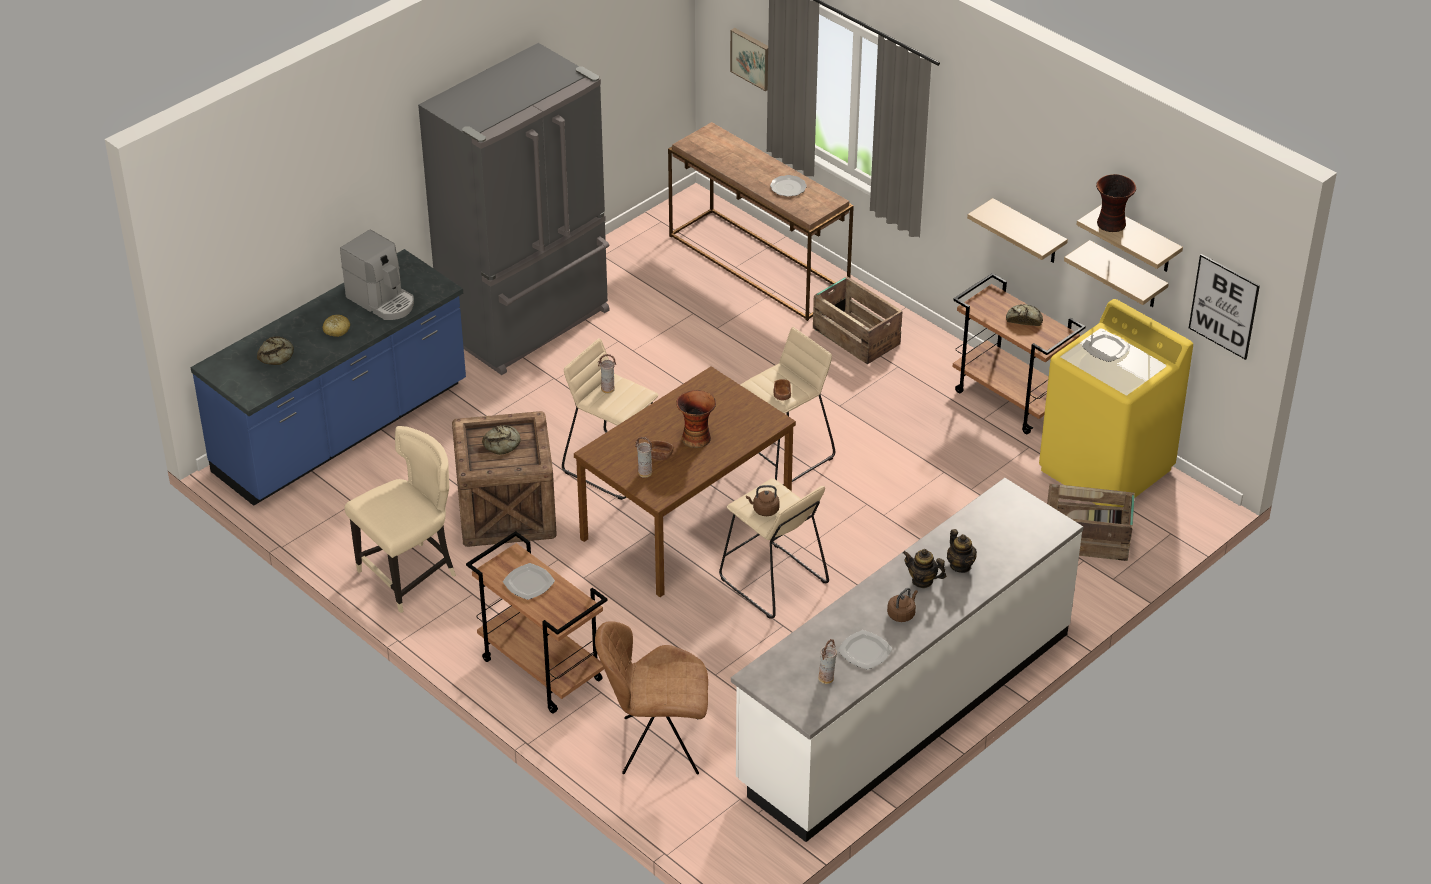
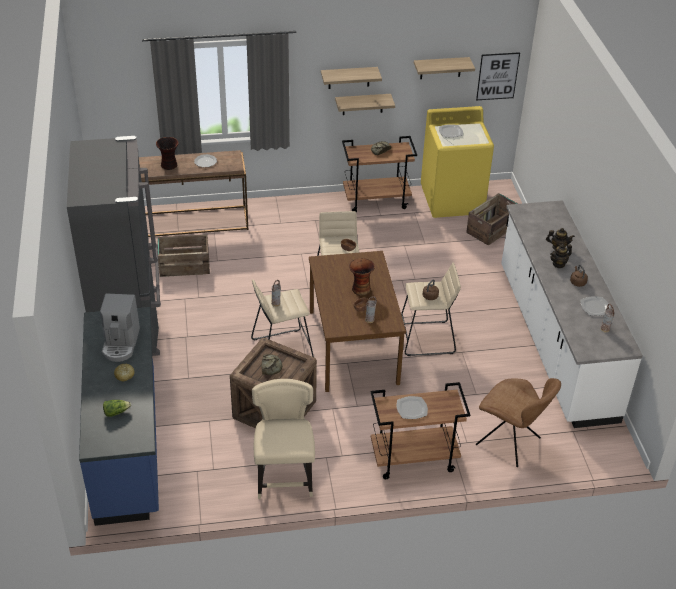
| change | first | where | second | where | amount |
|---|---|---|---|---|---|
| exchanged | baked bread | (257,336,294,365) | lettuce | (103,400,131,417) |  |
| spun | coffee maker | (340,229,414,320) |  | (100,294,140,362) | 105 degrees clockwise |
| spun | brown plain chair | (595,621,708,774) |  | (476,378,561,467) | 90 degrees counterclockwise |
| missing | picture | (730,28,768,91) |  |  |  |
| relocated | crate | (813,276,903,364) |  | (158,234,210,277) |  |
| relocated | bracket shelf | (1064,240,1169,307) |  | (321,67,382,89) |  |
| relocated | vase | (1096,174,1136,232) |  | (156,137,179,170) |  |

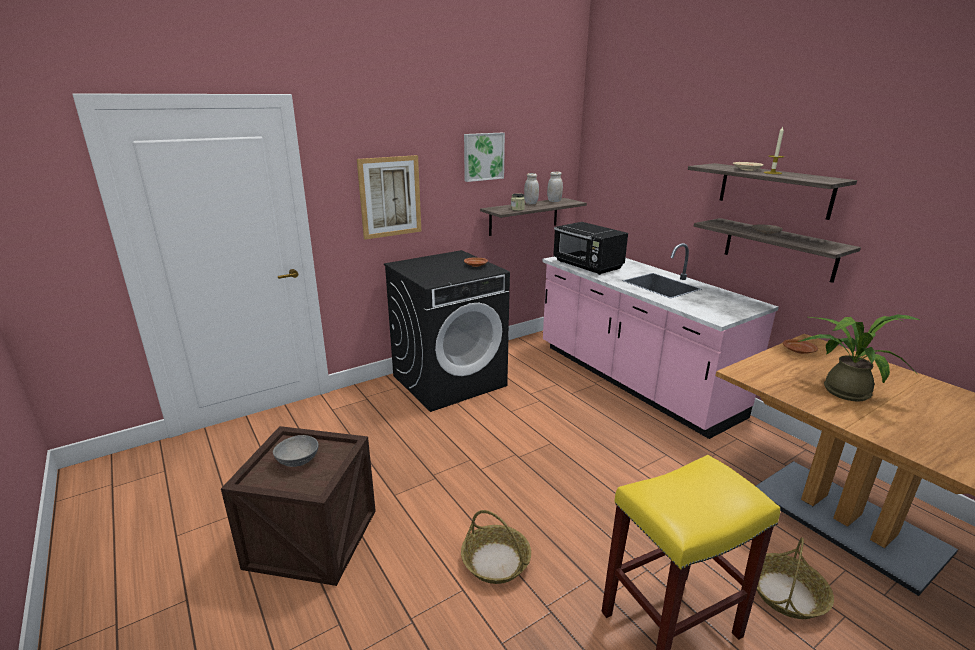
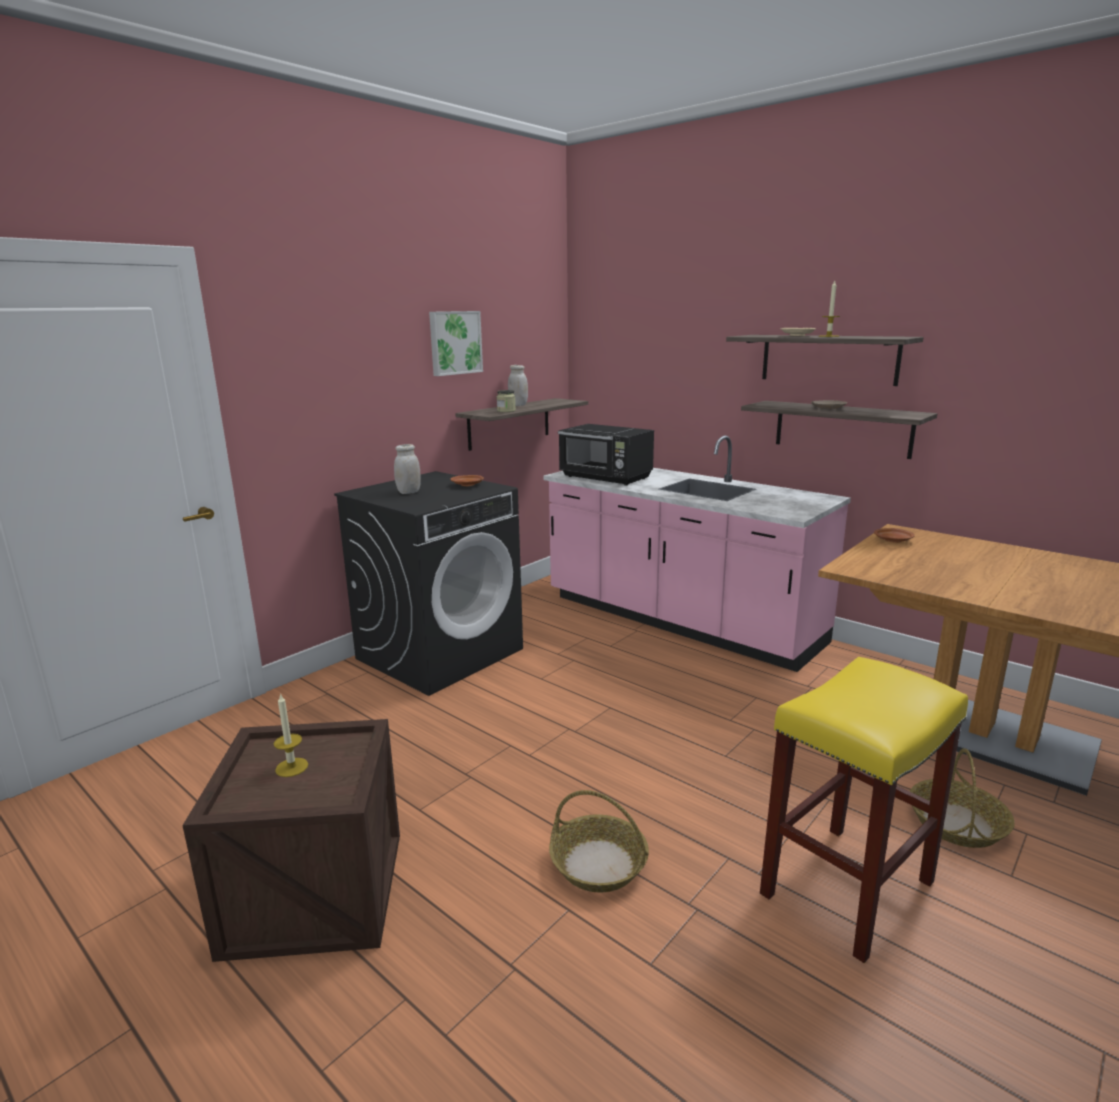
| change | first | where | second | where | amount |
|---|---|---|---|---|---|
| exchanged | gray deep dish | (273,435,318,467) | wax candle | (274,693,308,777) |  |
| missing | picture | (357,155,421,239) |  |  |  |
| relocated | whitish preserve jar | (547,172,563,202) |  | (394,444,421,494) |  |
| missing | houseplant | (799,315,919,401) |  |  |  |

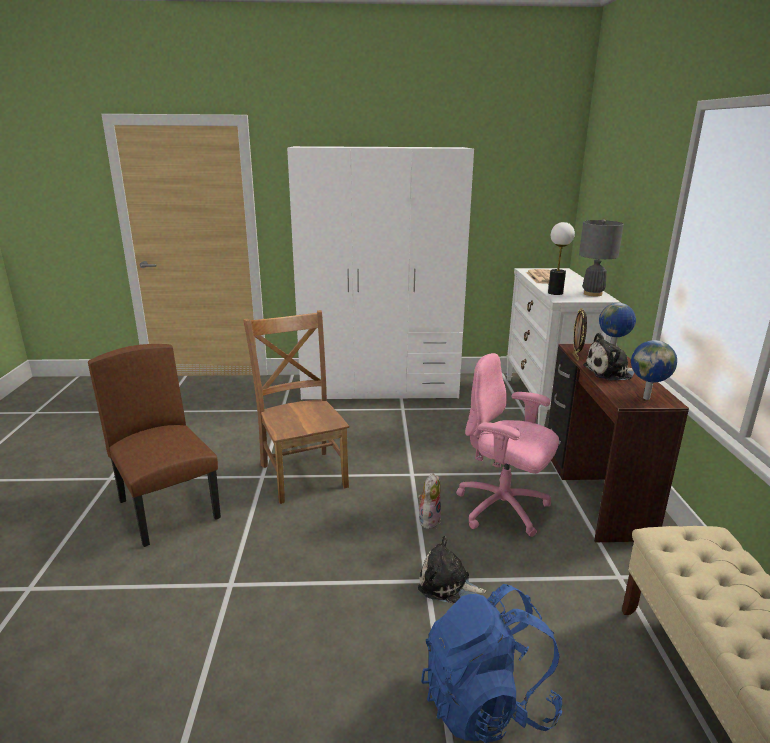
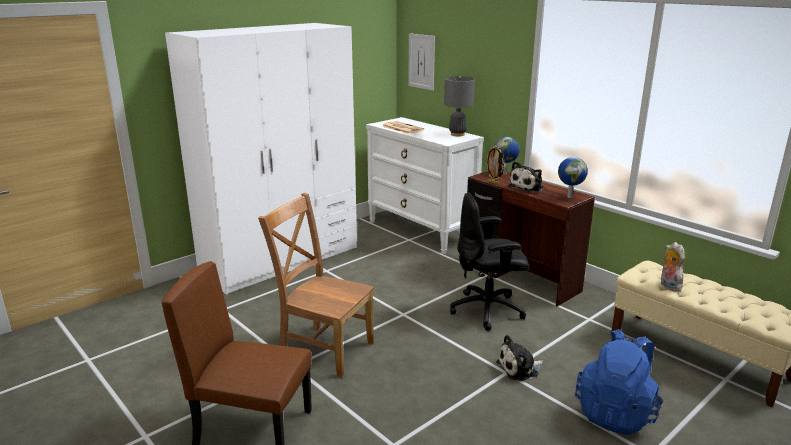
| change | first | where | second | where | amount |
|---|---|---|---|---|---|
| relocated | soft toy | (418,473,441,529) |  | (661,242,685,292) |  |
| colour | pink-coloured computer chair | (456,353,559,537) | blackish computer chair | (450,192,529,331) |  |
| missing | table lamp | (548,222,575,295) |  |  |  |
| appeared |  |  | picture | (408,33,435,90) |  |

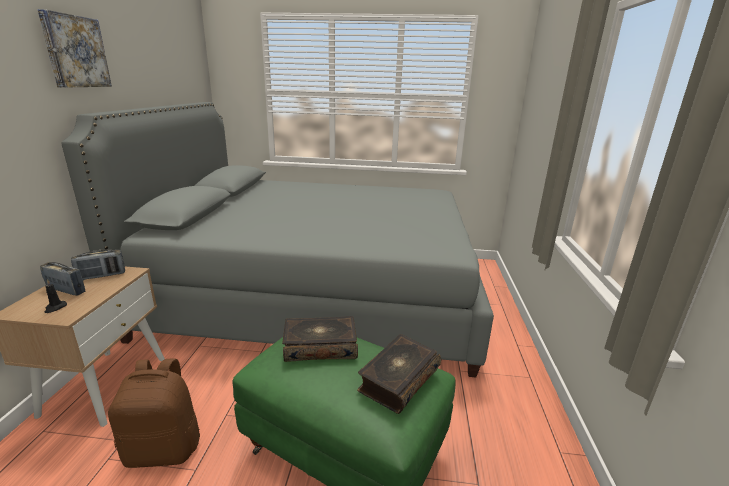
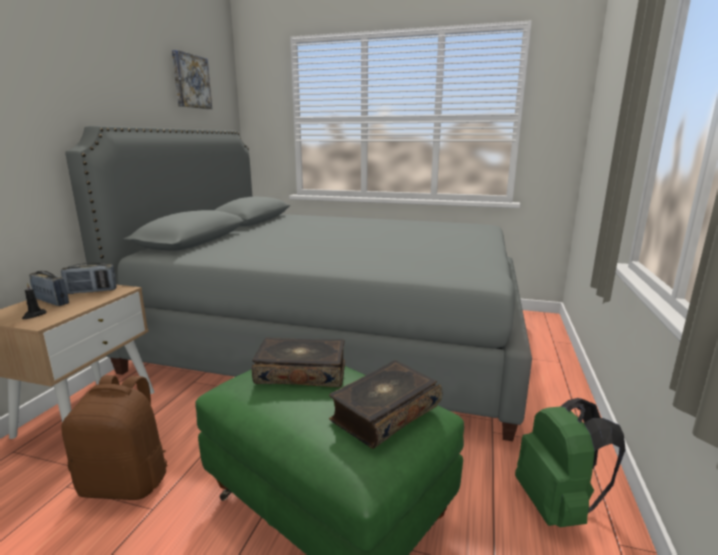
| change | first | where | second | where | amount |
|---|---|---|---|---|---|
| relocated | picture | (37,9,112,88) |  | (172,50,212,109) |  |
| appeared |  |  | green-coloured knapsack | (515,398,626,527) |  |

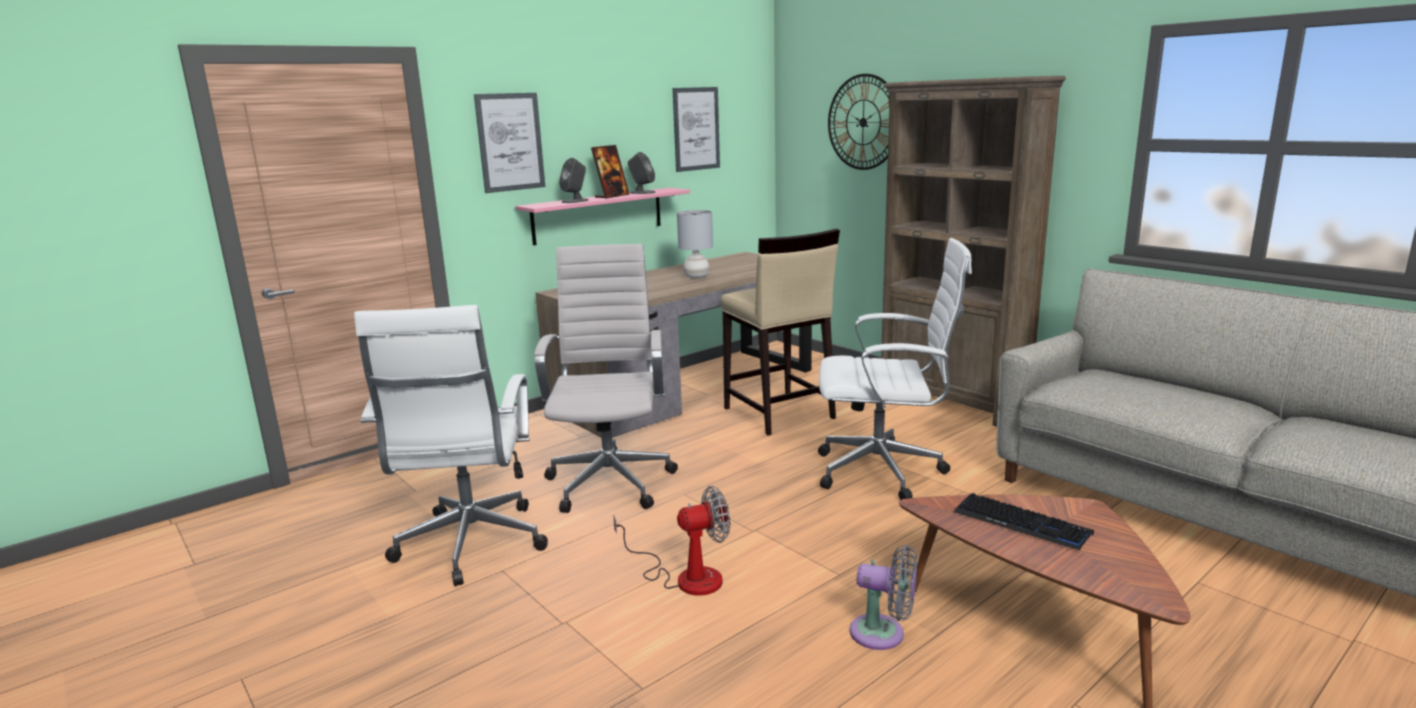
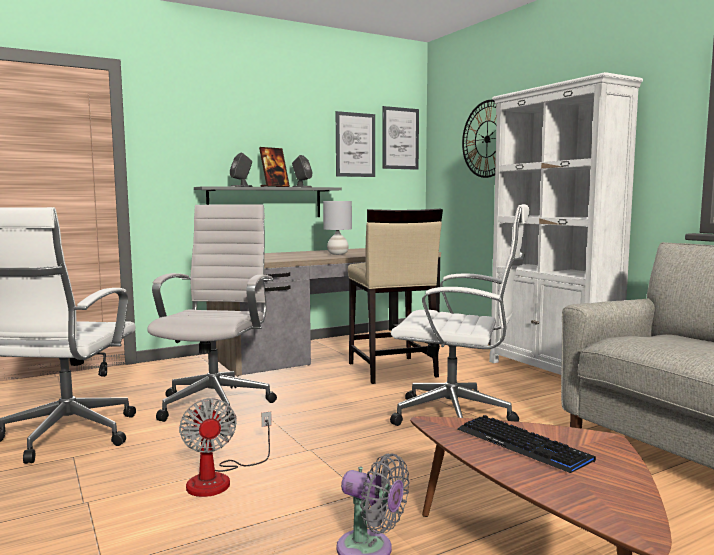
| change | first | where | second | where | amount |
|---|---|---|---|---|---|
| relocated | picture | (474,93,545,193) |  | (382,106,419,170) |  |
| colour | pink-coloured bracket shelf | (515,188,690,245) | gray bracket shelf | (194,186,342,217) |  |
| spun | electric fan | (613,486,730,596) |  | (179,398,272,497) | 75 degrees clockwise |
| colour | brown shelving unit | (881,76,1066,427) | whitish shelving unit | (489,72,643,375) |  |

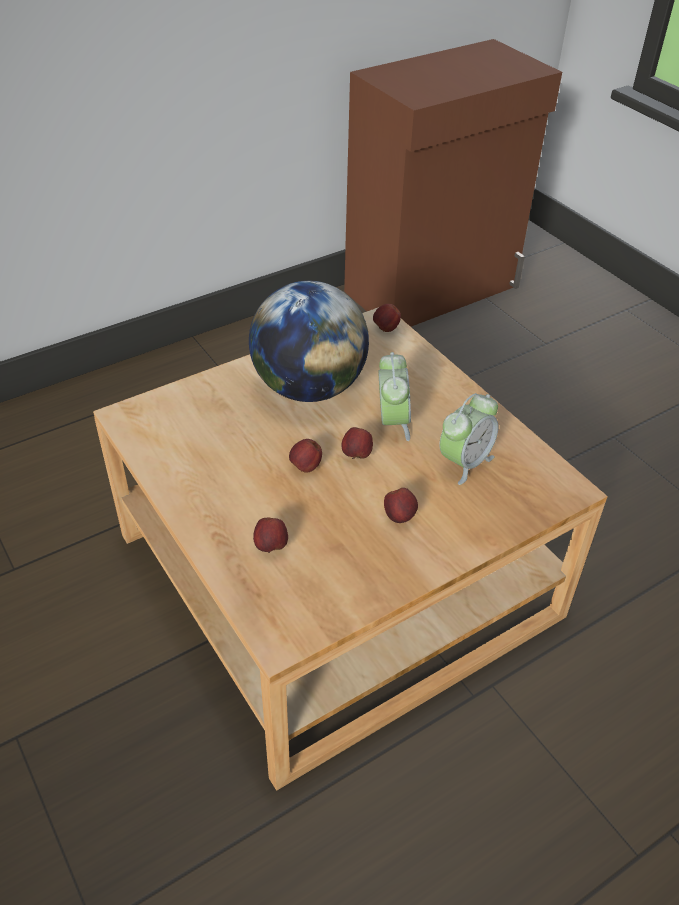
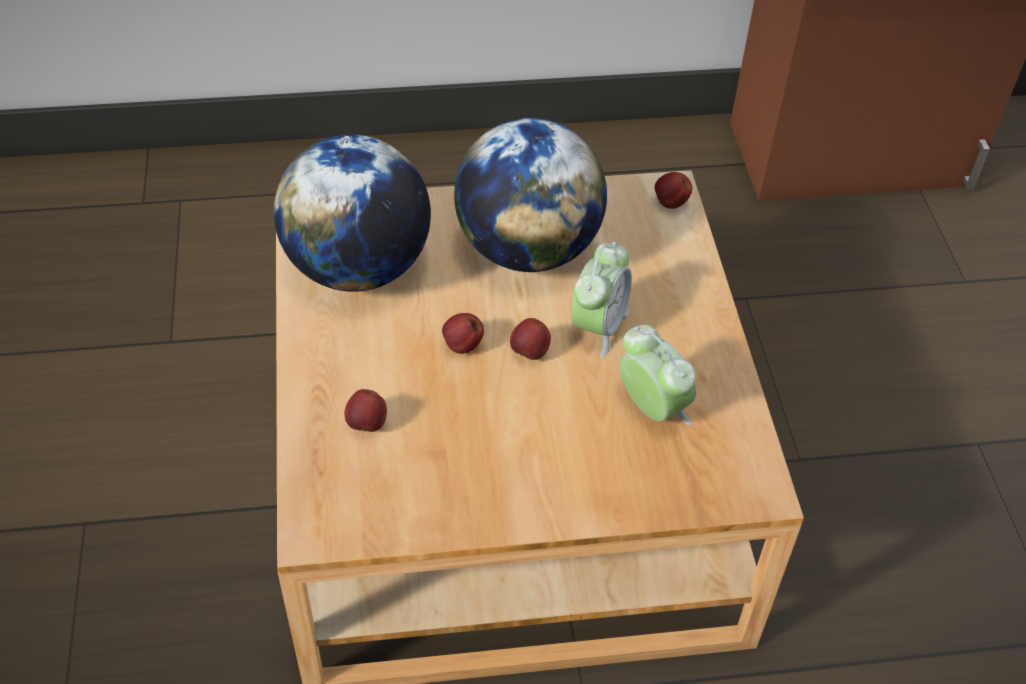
| change | first | where | second | where | amount |
|---|---|---|---|---|---|
| missing | apple fruit | (384,488,418,523) |  |  |  |
| spun | table clock | (439,393,499,485) |  | (619,325,696,425) | 105 degrees counterclockwise |
| appeared |  |  | world globe | (274,135,431,292) |  |

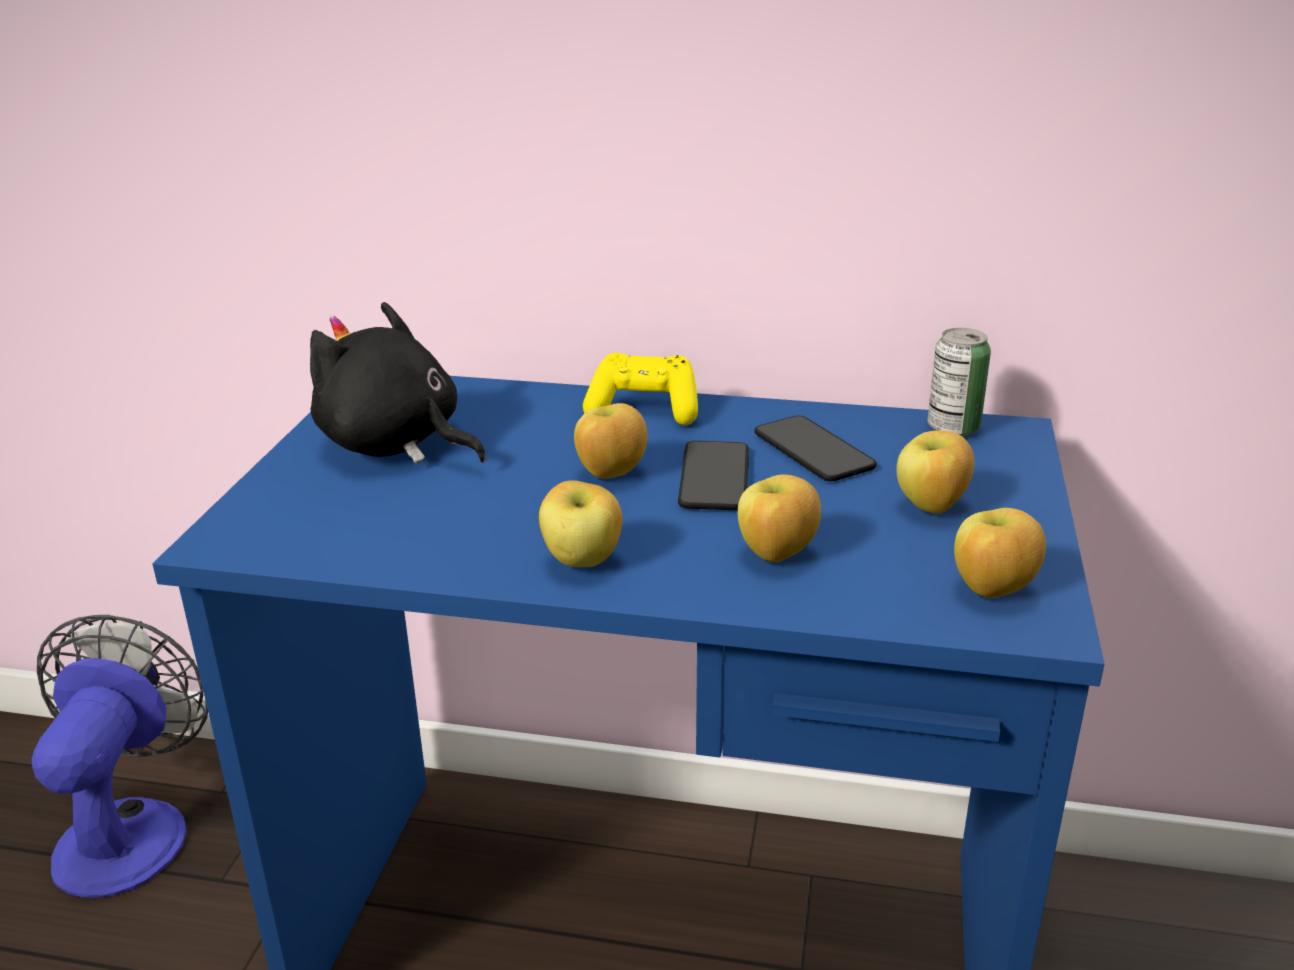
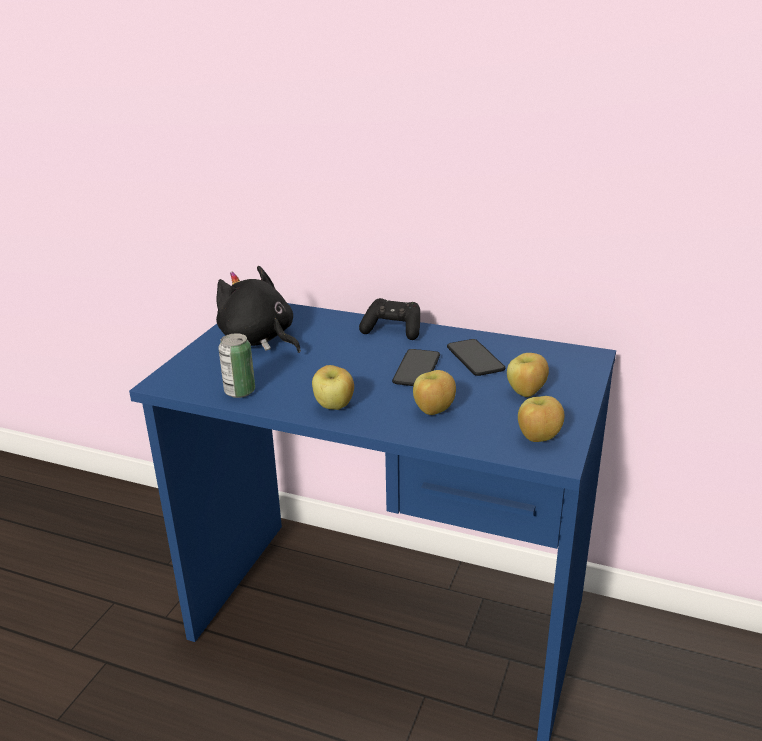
| change | first | where | second | where | amount |
|---|---|---|---|---|---|
| missing | electric fan | (32,615,208,898) |  |  |  |
| missing | apple fruit | (574,403,647,479) |  |  |  |
| colour | yellowish gamepad | (583,353,698,425) | blackish gamepad | (359,298,420,340) |  |
| relocated | sealed can | (927,328,991,437) |  | (219,333,255,398) |  |

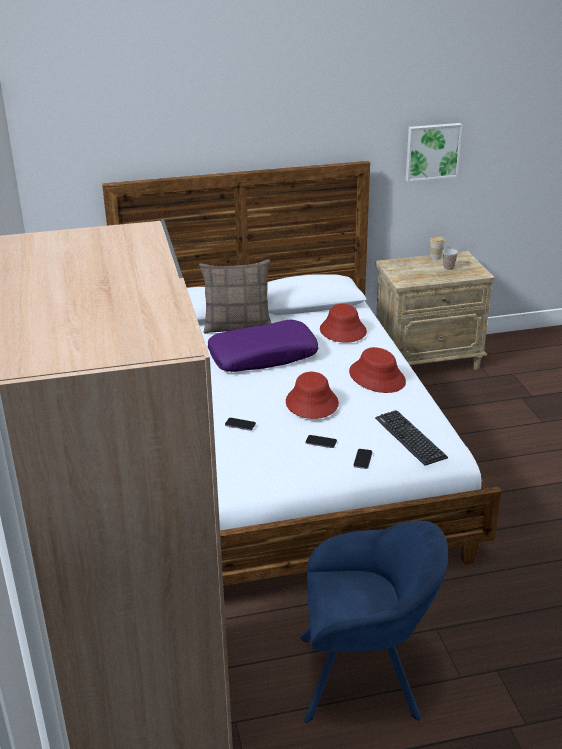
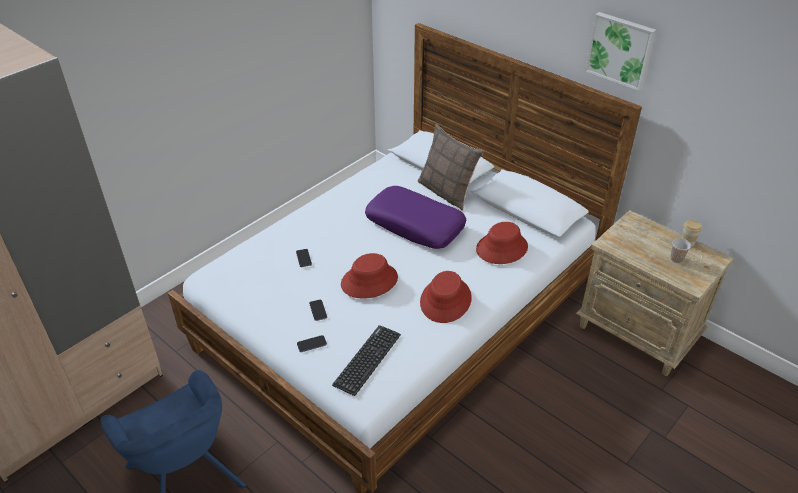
| change | first | where | second | where | amount |
|---|---|---|---|---|---|
| relocated | picture | (406,123,462,182) |  | (585,12,656,91) |  |

